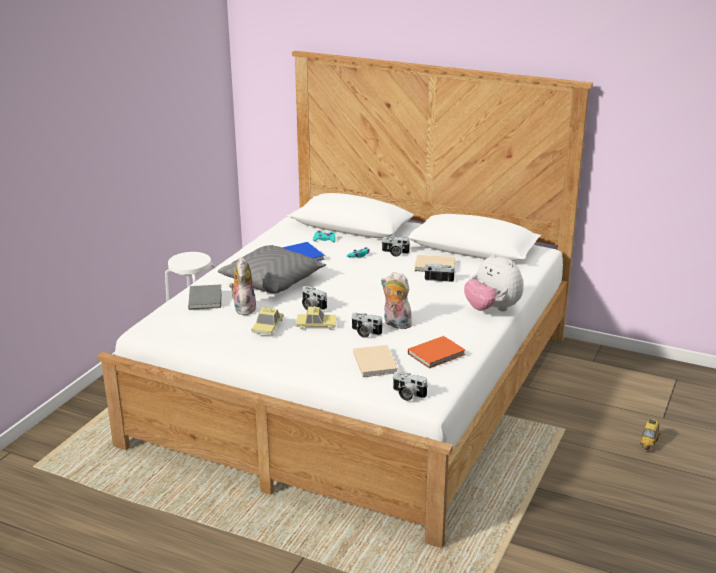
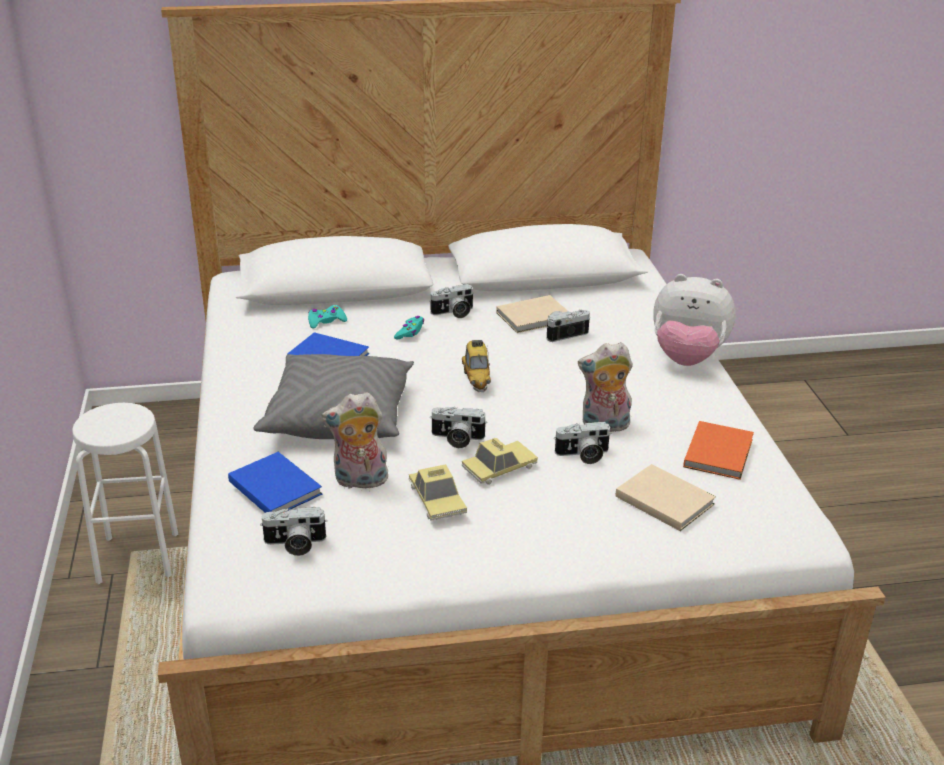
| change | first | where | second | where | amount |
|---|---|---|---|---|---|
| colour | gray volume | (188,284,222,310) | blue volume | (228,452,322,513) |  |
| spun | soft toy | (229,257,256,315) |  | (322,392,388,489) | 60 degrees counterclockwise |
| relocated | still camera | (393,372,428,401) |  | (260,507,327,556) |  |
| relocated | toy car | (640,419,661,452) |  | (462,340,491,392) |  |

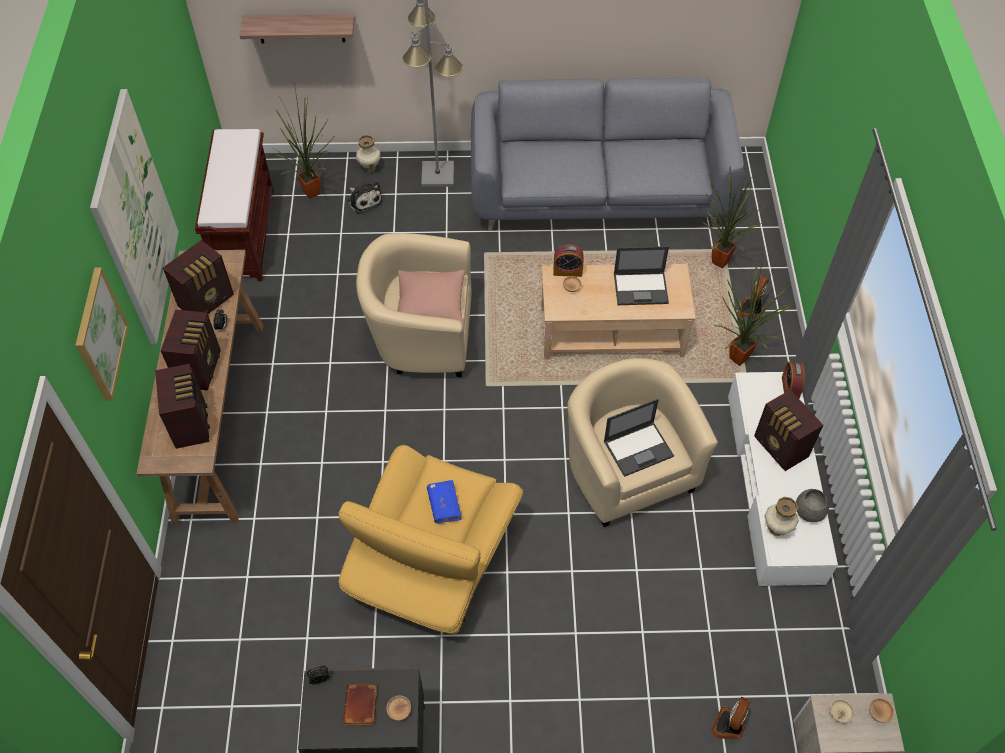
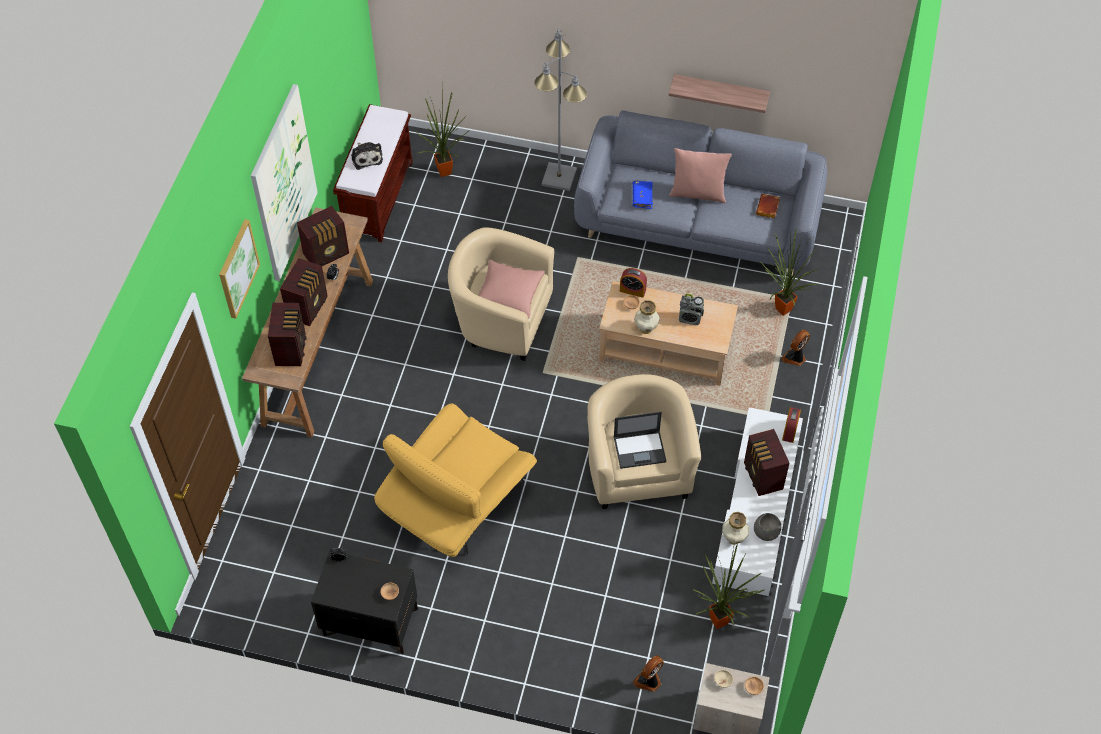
| change | first | where | second | where | amount |
|---|---|---|---|---|---|
| relocated | bracket shelf | (239,14,355,43) |  | (669,74,770,113) |  |
| relocated | brown volume | (343,684,377,725) |  | (756,194,780,218) |  |
| relocated | soft toy | (348,182,383,214) |  | (351,142,383,170) |  |
| relocated | vase | (356,135,381,172) |  | (634,300,660,334) |  |
| relocated | blue volume | (427,480,462,524) |  | (633,181,653,209) |  |
| exchanged | laptop | (614,246,669,305) | radio set | (679,294,704,325) |  |
| relocated | houseplant | (715,256,795,366) |  | (692,541,764,629) |  |
| appeared |  |  | pink-coloured cushion | (669,148,732,203) |  |

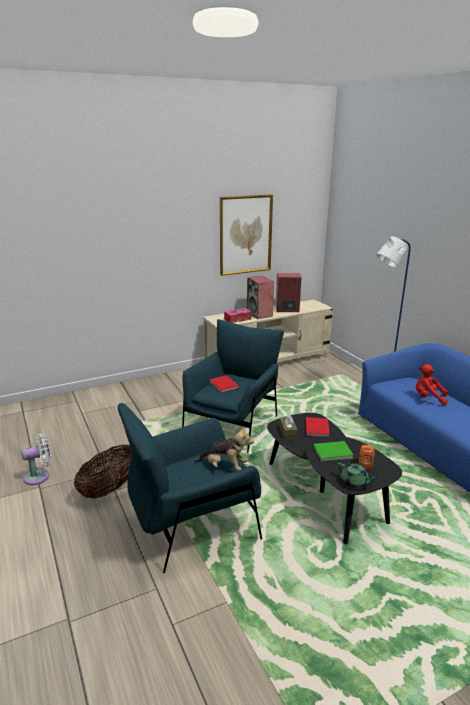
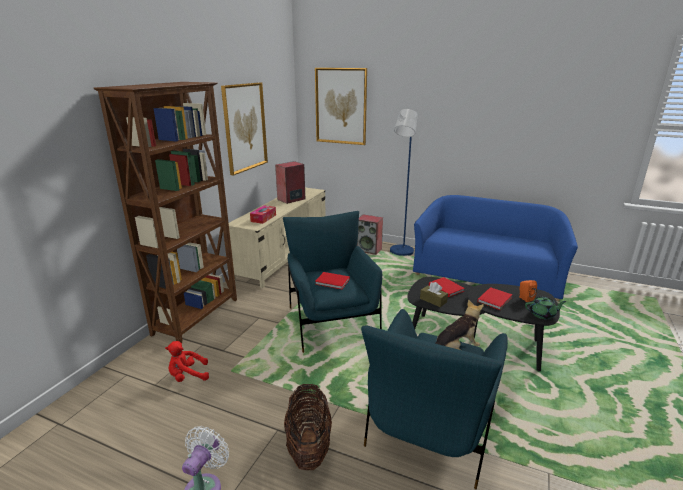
| change | first | where | second | where | amount |
|---|---|---|---|---|---|
| relocated | speaker | (247,276,274,319) |  | (357,214,383,255) |  |
| colour | green-coloured volume | (313,441,354,462) | red-coloured volume | (477,287,513,310) |  |
| relocated | red-coloured soft toy | (416,364,448,405) |  | (165,341,209,382) |  |
| appeared |  |  | brown shelving unit | (93,82,237,343) |  |
| appeared |  |  | picture | (315,68,367,145) |  |

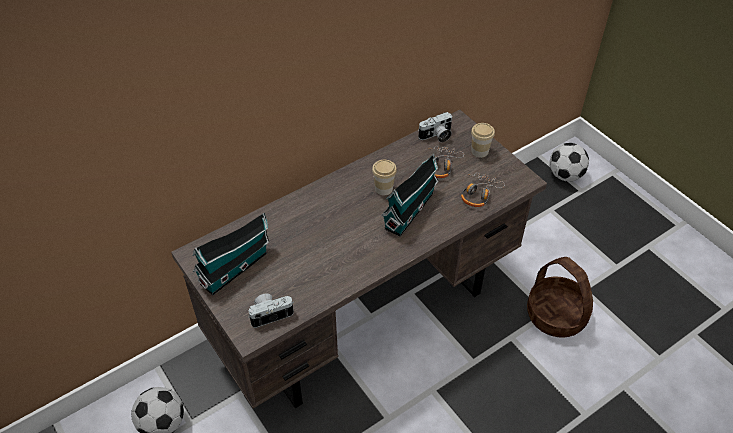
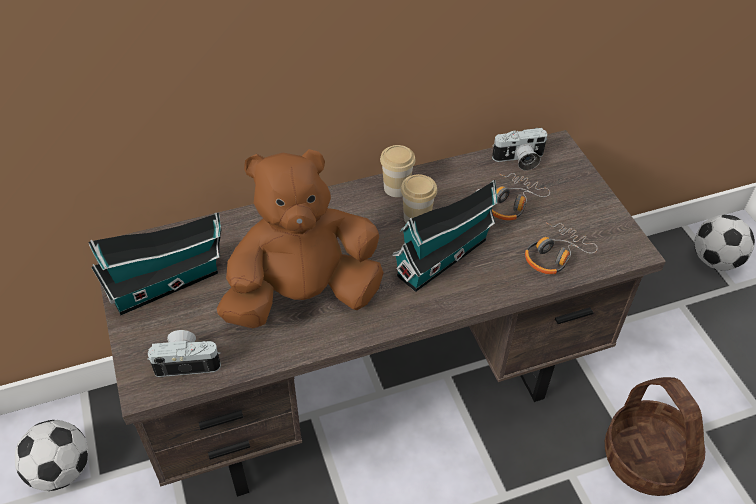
| change | first | where | second | where | amount |
|---|---|---|---|---|---|
| relocated | small cup | (471,123,495,158) |  | (380,145,416,197) |  |
| appeared |  |  | brown soft toy | (217,149,384,329) |  |

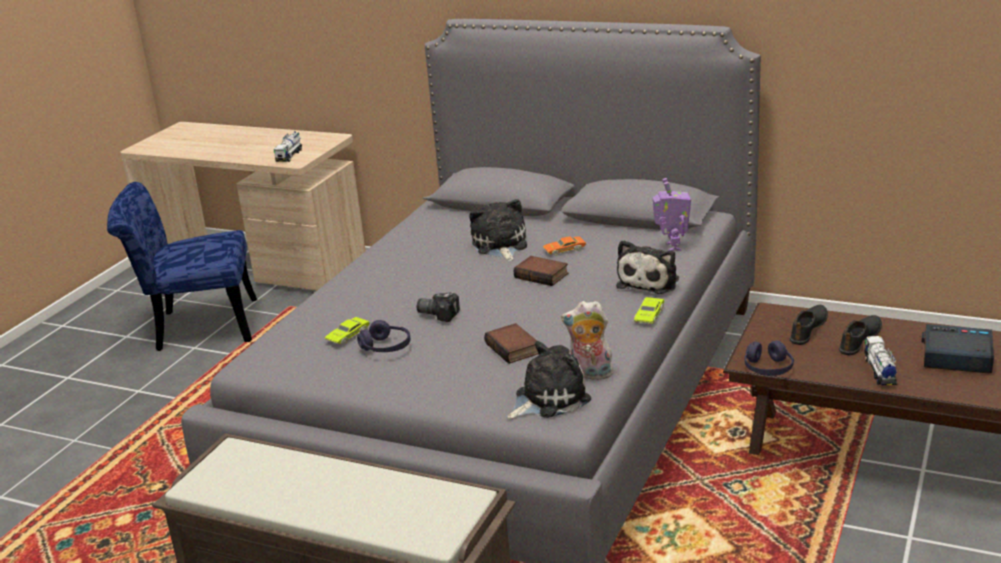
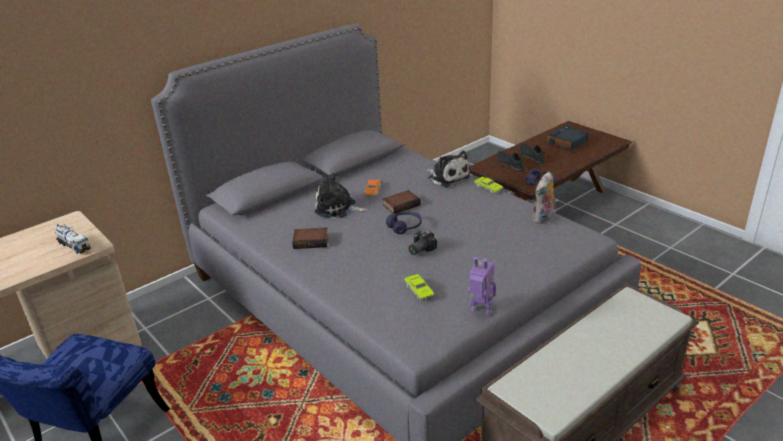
| change | first | where | second | where | amount |
|---|---|---|---|---|---|
| relocated | purple pair of headphones | (357,320,410,352) |  | (386,211,422,234) |  |
| relocated | volume | (484,323,539,364) |  | (292,228,328,249) |  |
| missing | soft toy | (507,341,591,419) |  |  |  |
| relocated | robot figure | (653,178,691,251) |  | (468,257,496,315) |  |
| missing | toy lorry | (864,336,897,385) |  |  |  |

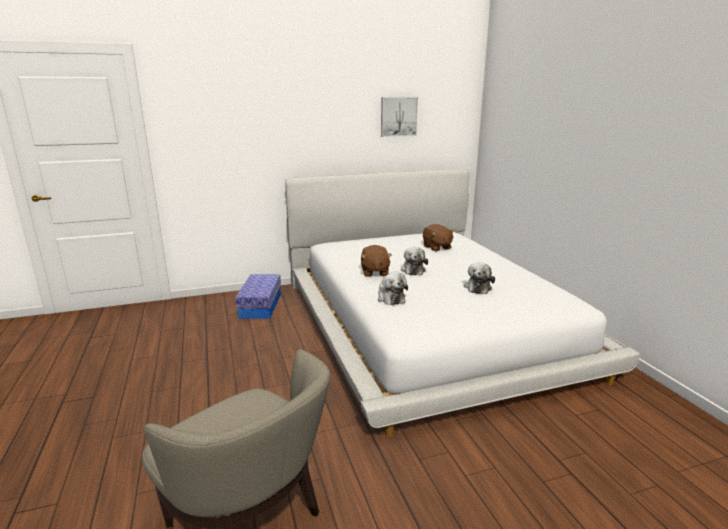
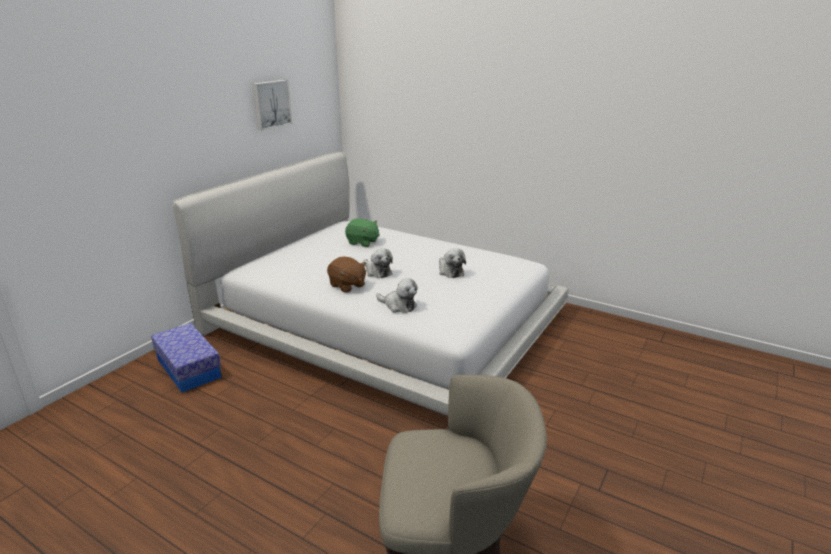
| change | first | where | second | where | amount |
|---|---|---|---|---|---|
| colour | brown soft toy | (423,224,455,251) | green-coloured soft toy | (345,218,380,247) |  |

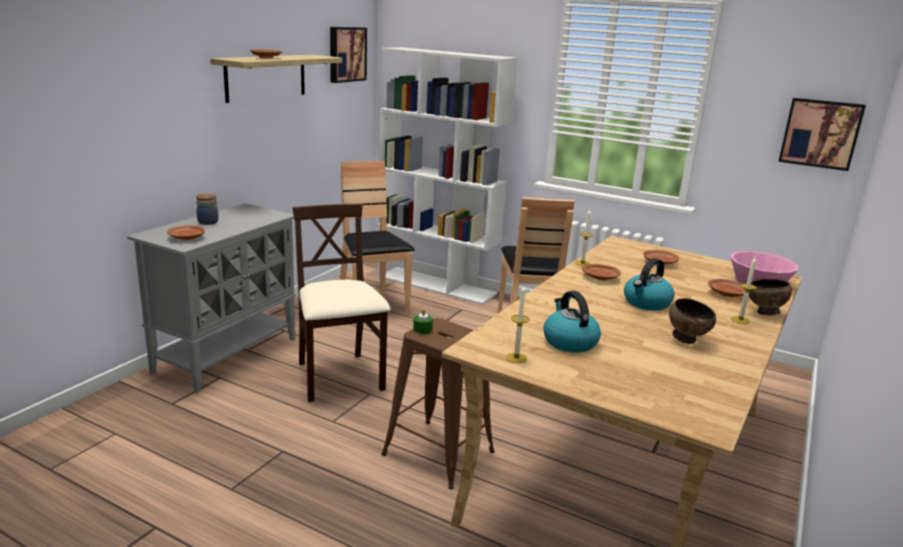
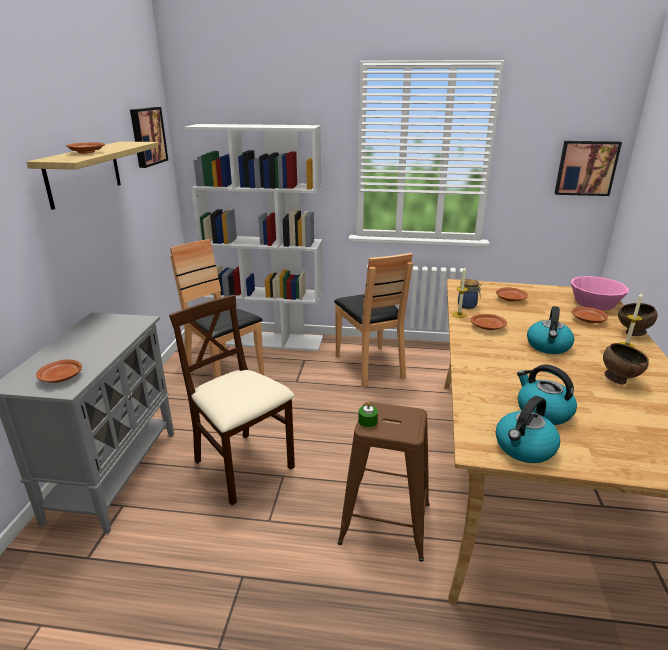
| change | first | where | second | where | amount |
|---|---|---|---|---|---|
| relocated | preserve jar | (196,194,219,225) |  | (458,279,482,309) |  |
| exchanged | wax candle | (506,285,530,363) | kettle | (496,396,560,463) |  |

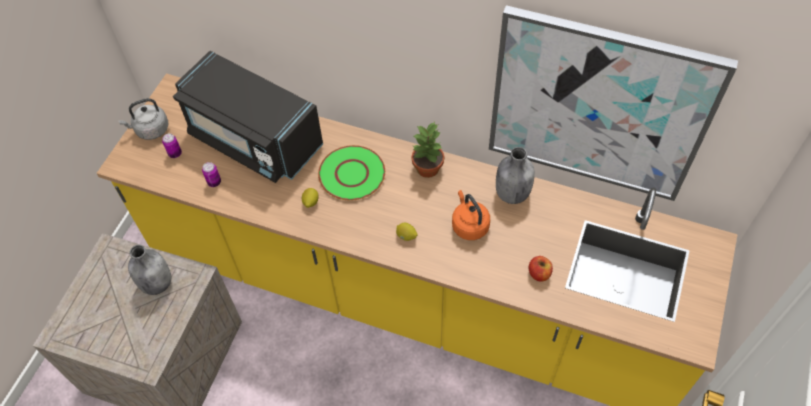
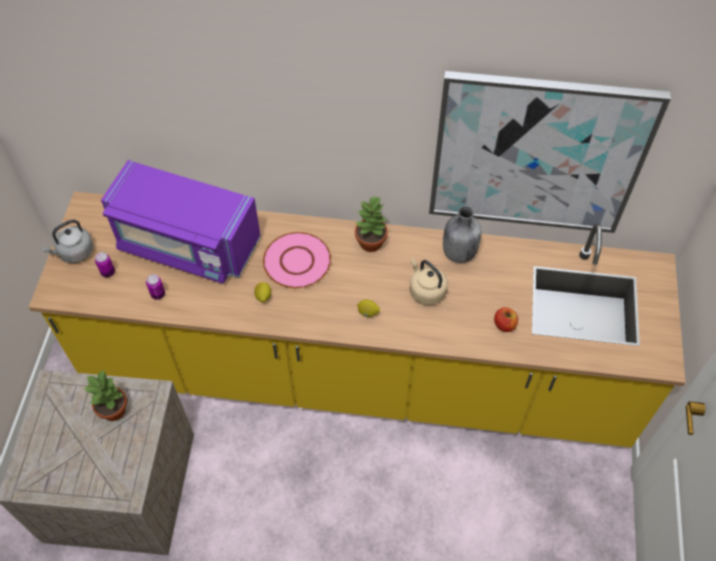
| change | first | where | second | where | amount |
|---|---|---|---|---|---|
| exchanged | gray beverage bottle | (128,245,171,295) | houseplant | (83,369,127,421) |  |
| colour | blackish microwave | (173,51,323,183) | purple microwave | (101,160,261,284) |  |
| colour | green-coloured plate | (318,145,385,200) | pink-coloured plate | (263,232,331,288) |  |
| colour | orangey kettle | (452,190,490,240) | beige-coloured kettle | (410,258,448,305) |  |

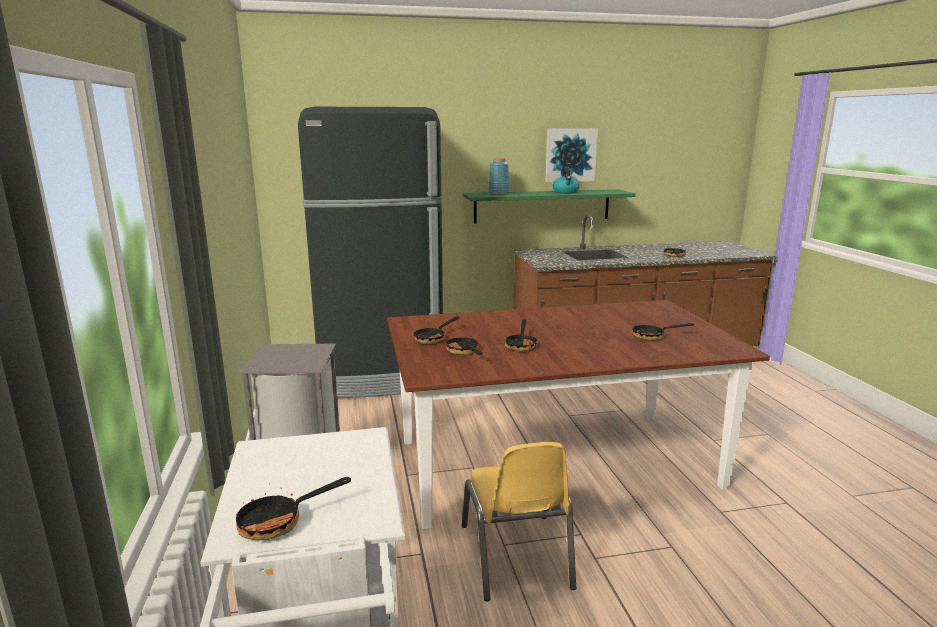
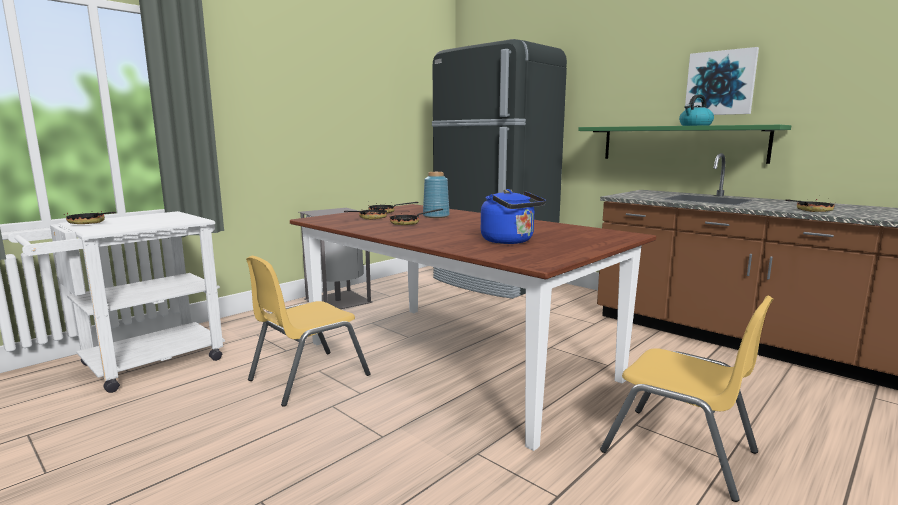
| change | first | where | second | where | amount |
|---|---|---|---|---|---|
| relocated | blue vase | (488,158,509,195) |  | (423,172,450,218) |  |
| exchanged | frying pan | (632,318,694,341) | blue kettle | (481,189,546,244) |  |
| appeared |  |  | yellowish plain chair | (600,295,773,502) |  |

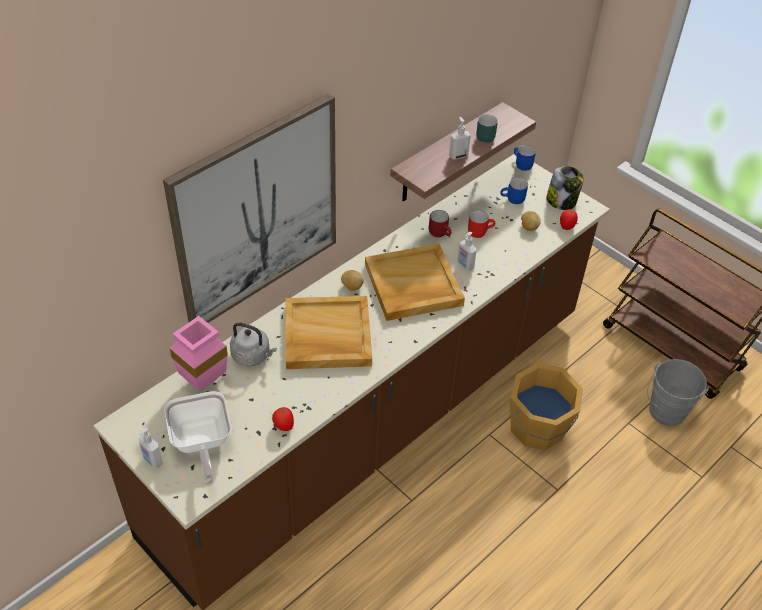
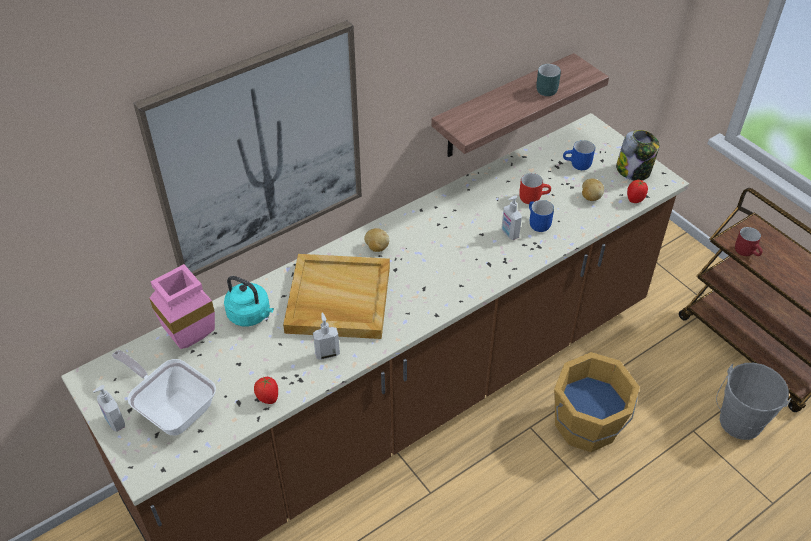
| change | first | where | second | where | amount |
|---|---|---|---|---|---|
| spun | frying pan | (164,391,231,484) |  | (112,350,216,435) | 135 degrees clockwise |
| colour | gray kettle | (230,322,277,367) | turquoise kettle | (224,276,274,326) |  |
| missing | beige-coloured carrying tray | (365,244,465,321) |  |  |  |
| relocated | red-coloured mug | (429,210,451,237) |  | (735,227,763,256) |  |
| relocated | liquid soap bottle | (449,117,471,159) |  | (313,312,340,360) |  |
| relocated | blue mug | (514,145,536,171) |  | (529,200,554,232) |  |

